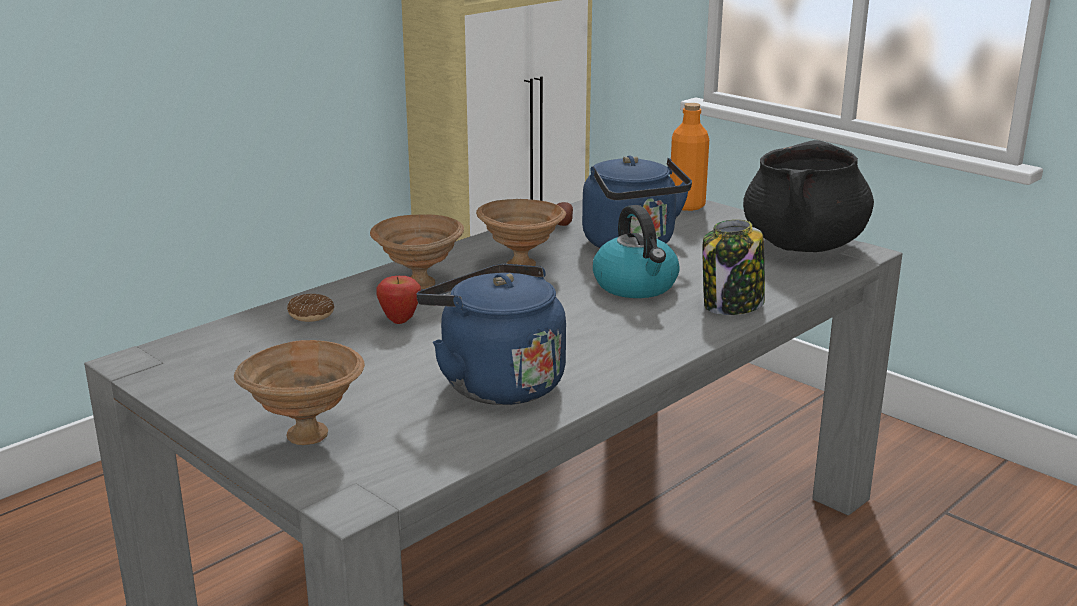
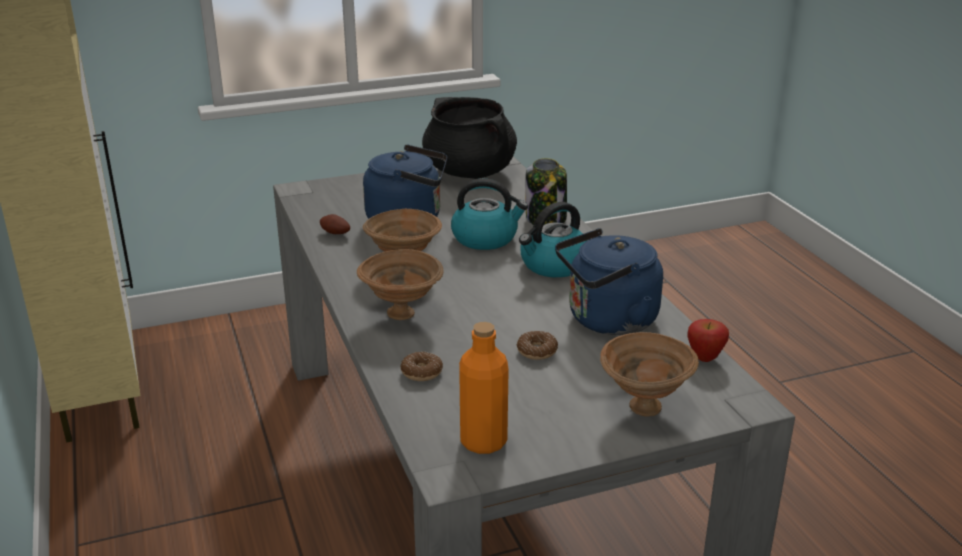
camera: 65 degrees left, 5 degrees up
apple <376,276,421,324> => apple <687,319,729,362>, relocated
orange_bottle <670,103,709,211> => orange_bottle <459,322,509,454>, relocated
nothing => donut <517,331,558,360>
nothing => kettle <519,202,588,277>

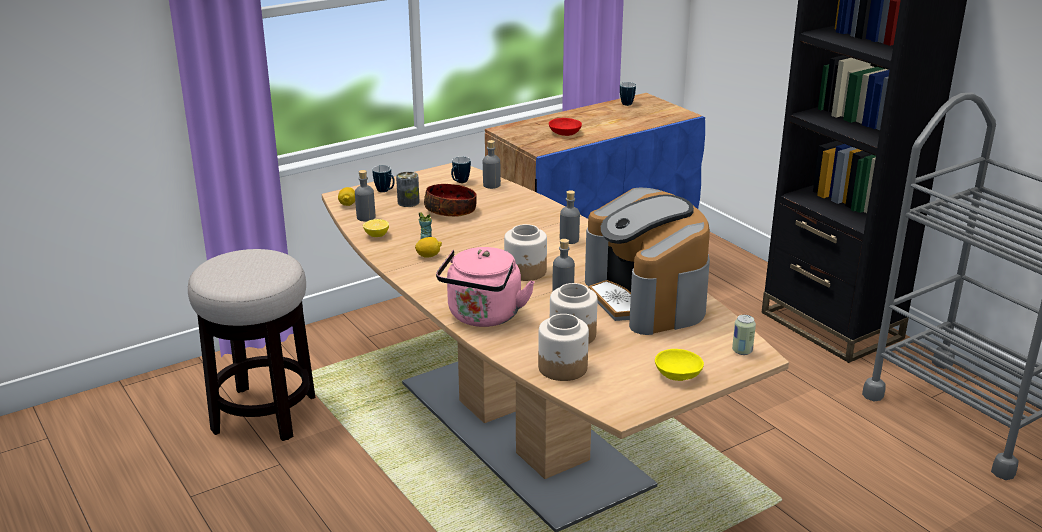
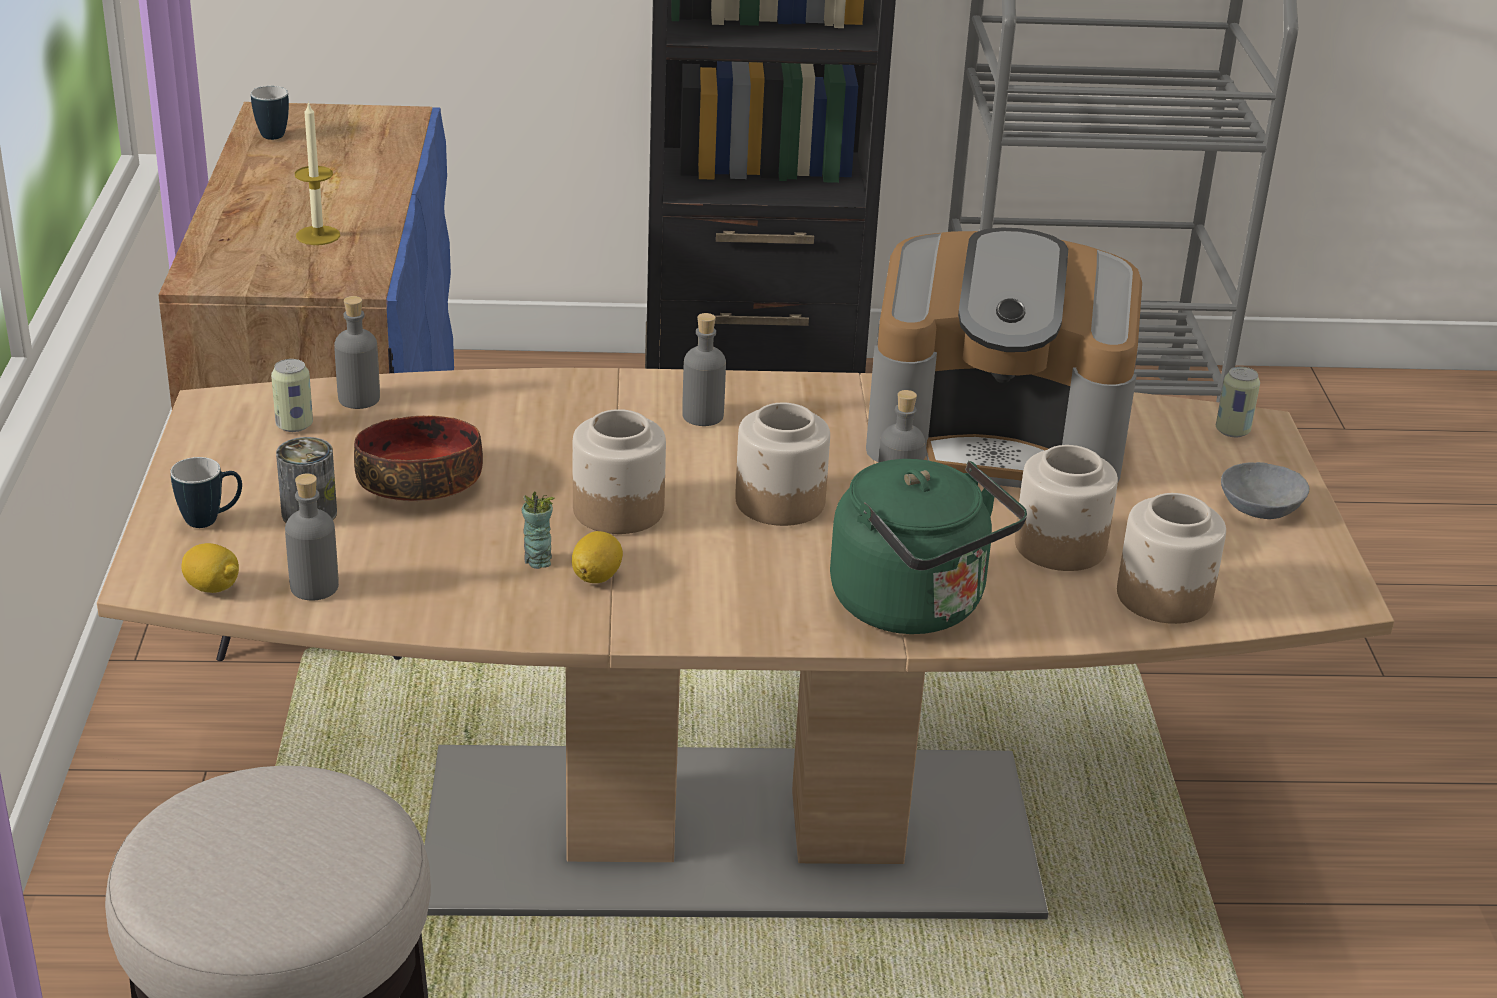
camera: 60 degrees left, 5 degrees up
lemon <363,219,389,237> => nothing
pink_kettle <436,247,535,327> => green_kettle <830,459,1027,634>
mug <451,157,471,183> => can <271,359,313,432>
red_bowl <549,118,582,136> => candle <295,101,340,245>
yellow_bowl <655,349,704,381> => grey_bowl <1221,462,1309,519>
nothing => jar <573,409,666,534>

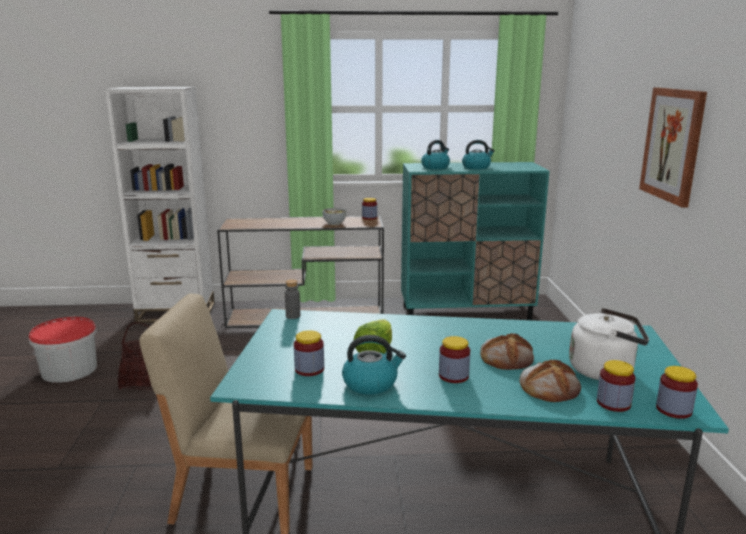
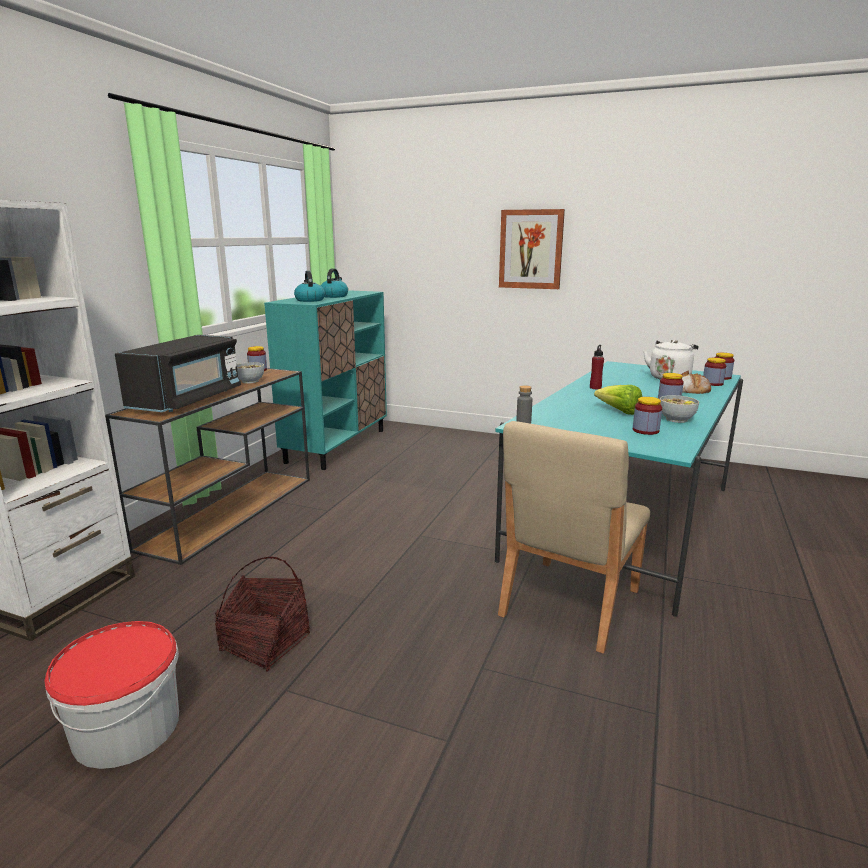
camera: 65 degrees left, 0 degrees up
kettle <342,335,406,395> => bowl <660,395,699,423>
bread <480,333,534,370> => nothing
nothing => black_microwave <115,335,241,412>
nothing => red_bottle <590,345,604,389>

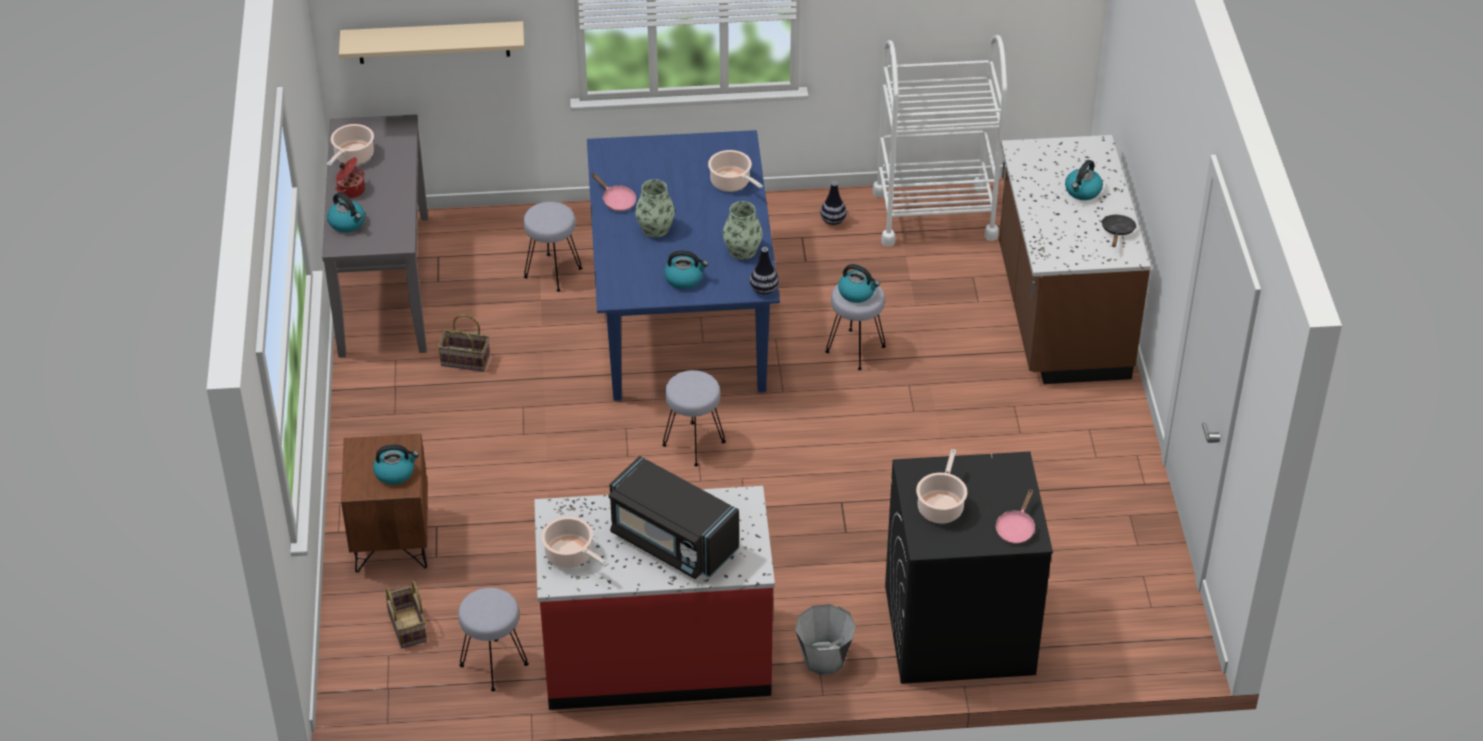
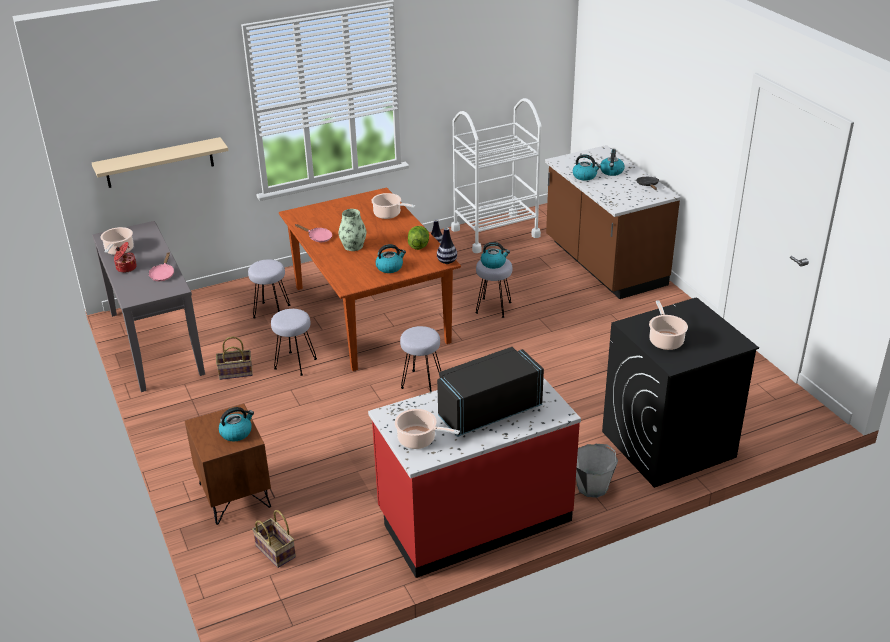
camera: 20 degrees left, 10 degrees down
kettle <327,192,365,232> => kettle <573,154,601,181>, relocated
grey_stool <458,588,529,691> => grey_stool <271,309,317,376>, relocated
blue_dining_table <587,130,780,401> => brown_dining_table <279,188,461,371>
black_microwave <609,456,739,579> => black_microwave <437,347,544,437>, 135 degrees clockwise
vase <723,201,763,260> => lettuce <408,226,429,250>
pink_frying_pan <996,489,1035,544> => pink_frying_pan <149,252,174,281>, relocated

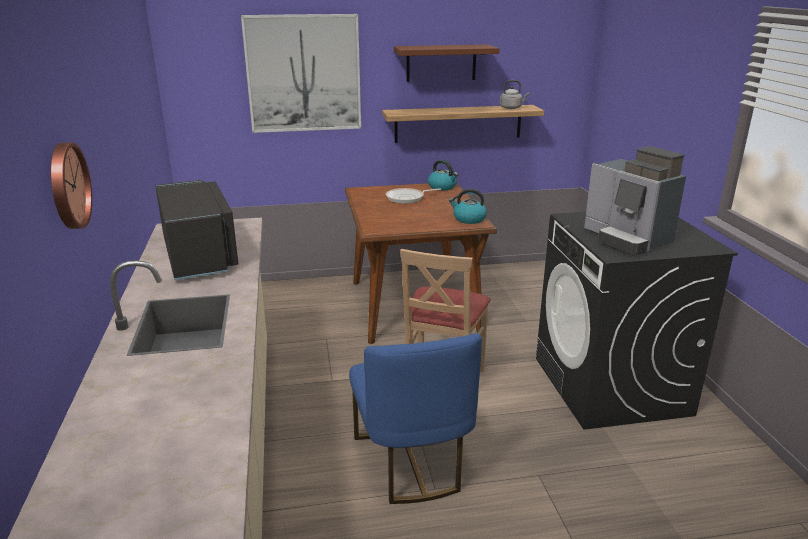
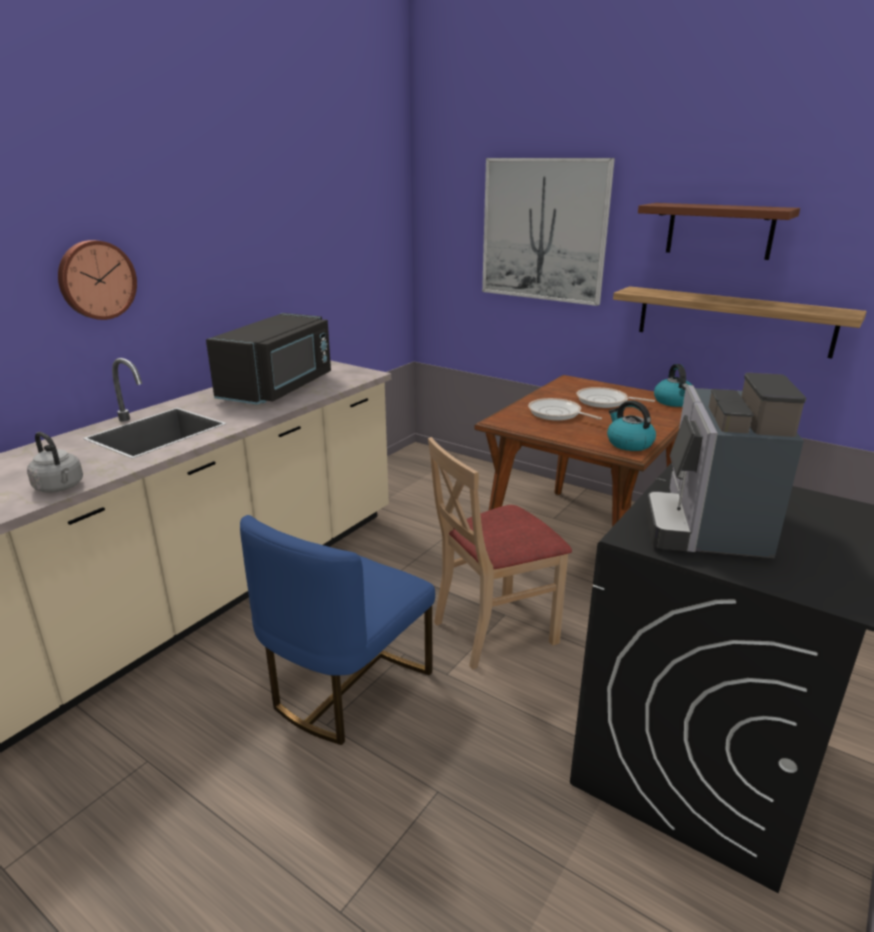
camera: 45 degrees right, 0 degrees up
grey_kettle <500,80,529,109> => grey_kettle <27,432,83,493>, relocated
nothing => frying_pan <528,398,602,421>

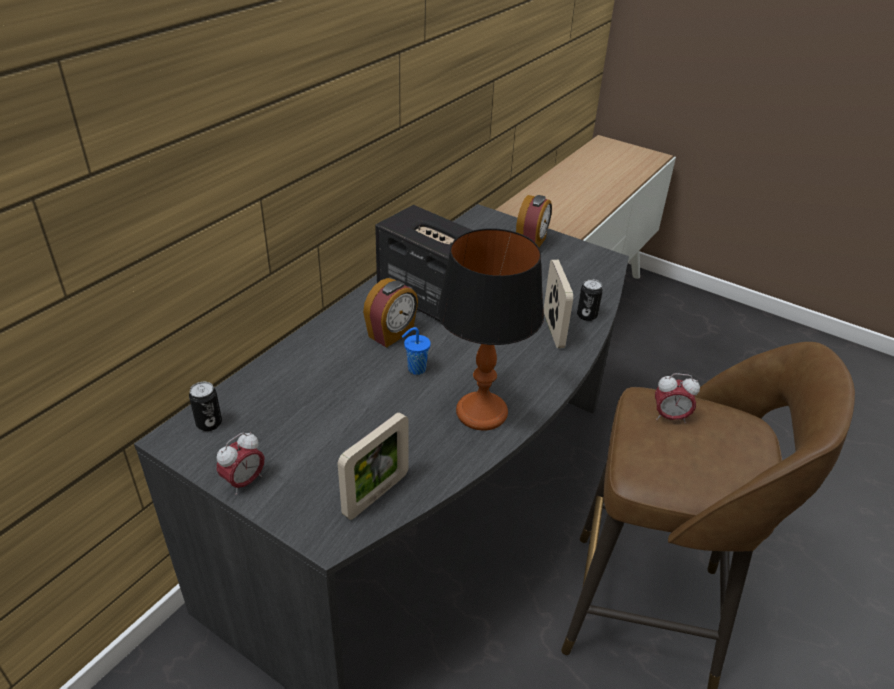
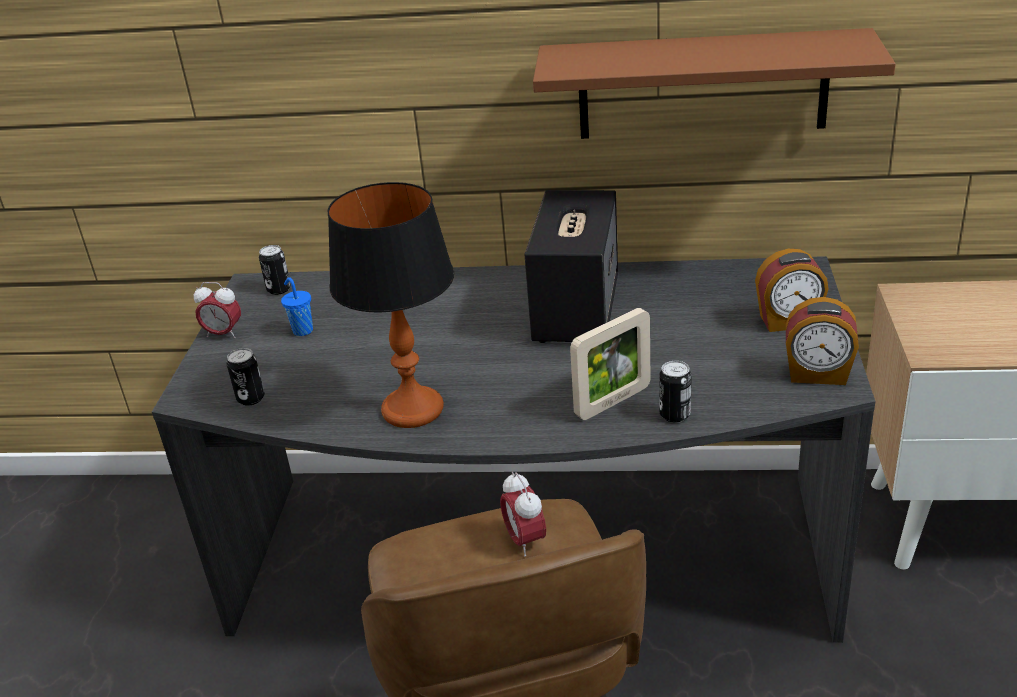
camera: 65 degrees right, 5 degrees down
picture_frame <338,412,408,520> => can <226,348,265,406>
alarm_clock <363,278,418,348> => alarm_clock <786,297,859,385>, relocated
blue_cup <401,327,431,375> => blue_cup <281,277,313,336>, relocated
nothing => brown_shelf <533,28,896,139>

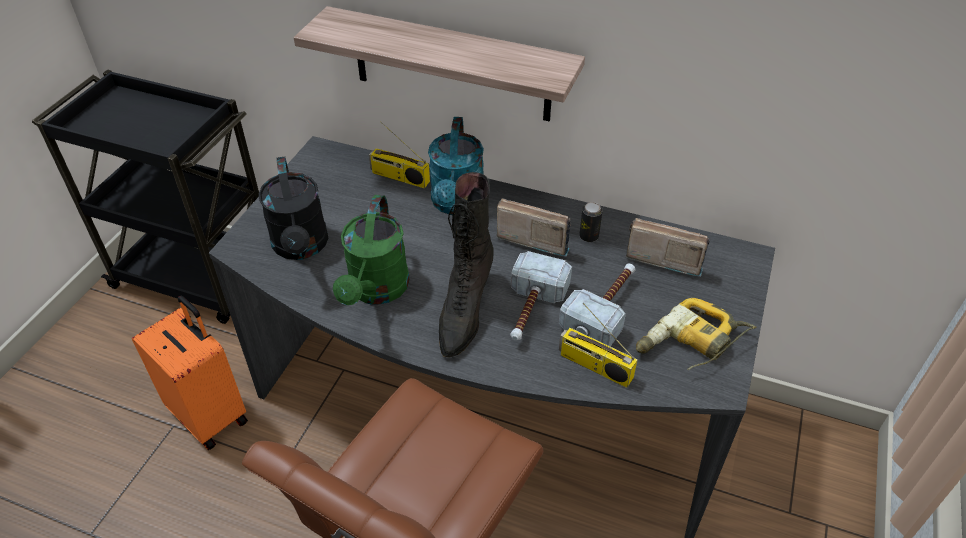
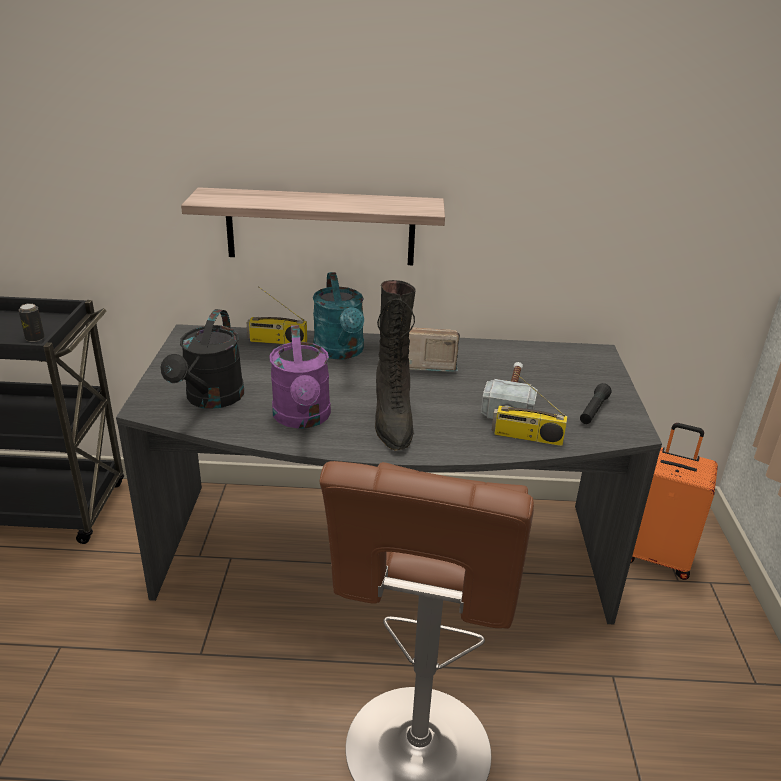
camera: 20 degrees left, 15 degrees down
orange_suitcase <132,296,248,450> => orange_suitcase <631,423,718,580>, relocated
black_watering_can <259,156,328,260> => black_watering_can <161,309,244,409>, 45 degrees clockwise
green_watering_can <333,195,410,305> => purple_watering_can <269,325,331,429>
hammer <510,251,572,340> => nothing
can <579,202,603,242> => can <18,303,44,342>, relocated
radio <626,218,710,277> => nothing
power_drill <636,298,757,370> => black_flashlight <580,383,611,424>

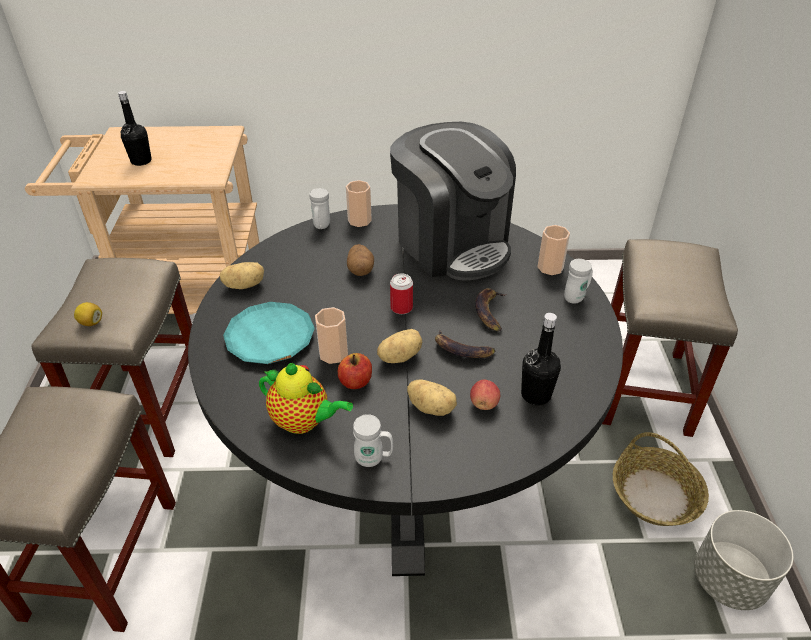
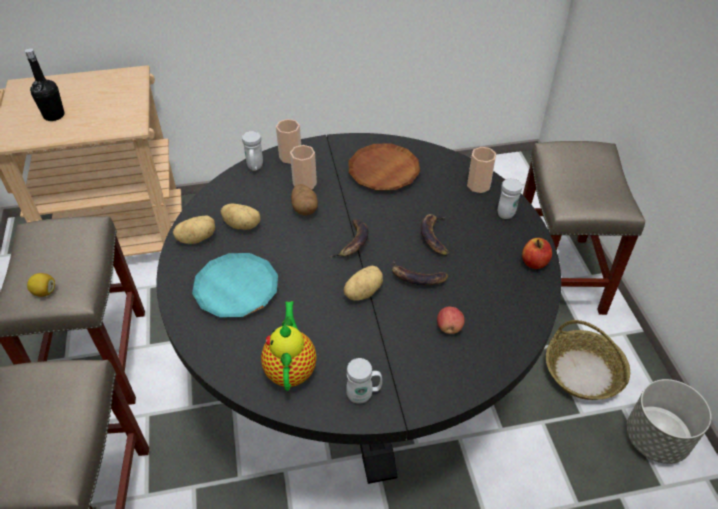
camera: 10 degrees left, 5 degrees up
teapot <259,363,353,434> => teapot <261,301,317,391>, 105 degrees counterclockwise
cup <315,307,348,364> => cup <290,145,317,189>, relocated
apple <338,353,372,389> => apple <522,238,552,269>, relocated
coffee_machine <390,122,516,281> => brown_plate <349,143,420,191>
can <390,273,413,314> => banana <329,219,369,258>
potato <407,380,457,416> => potato <221,204,260,230>, relocated
black_bottle <521,313,561,405> => nothing

